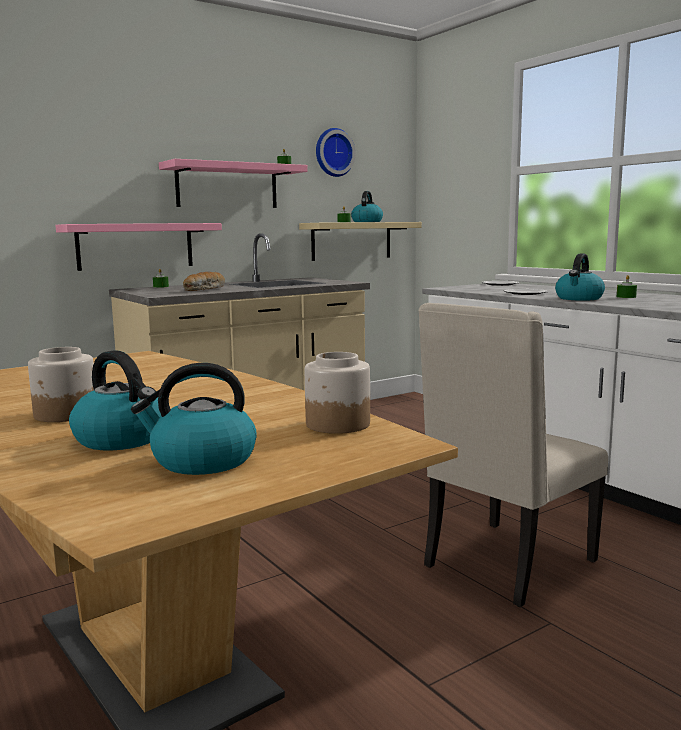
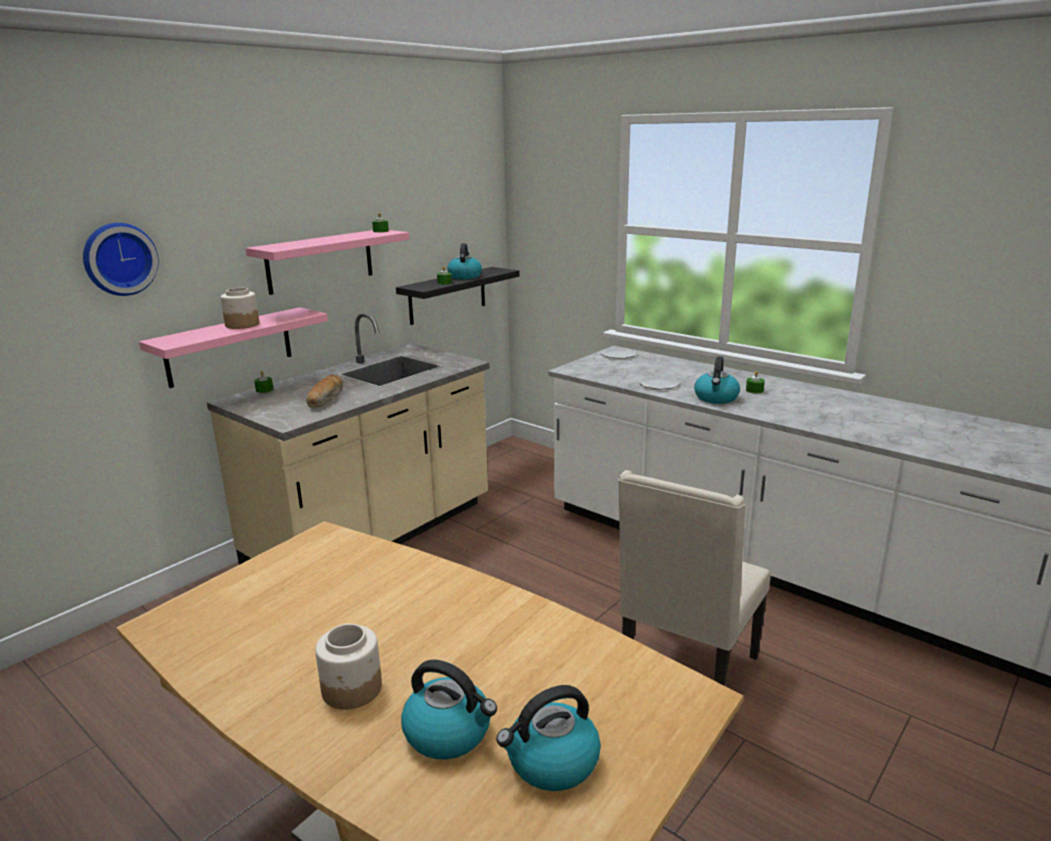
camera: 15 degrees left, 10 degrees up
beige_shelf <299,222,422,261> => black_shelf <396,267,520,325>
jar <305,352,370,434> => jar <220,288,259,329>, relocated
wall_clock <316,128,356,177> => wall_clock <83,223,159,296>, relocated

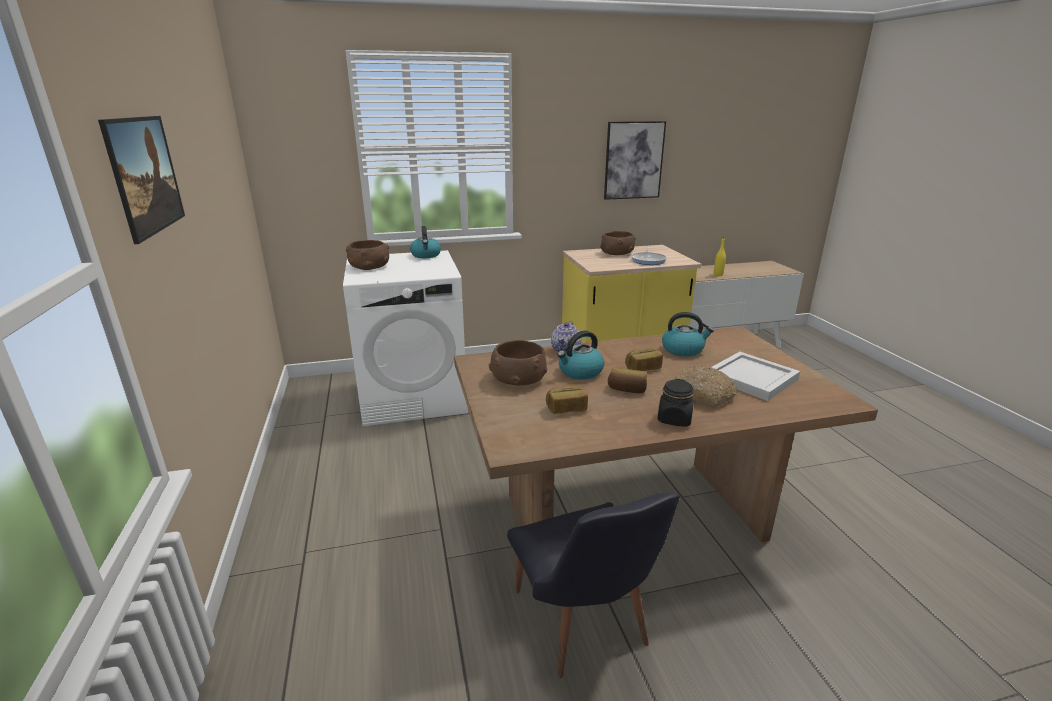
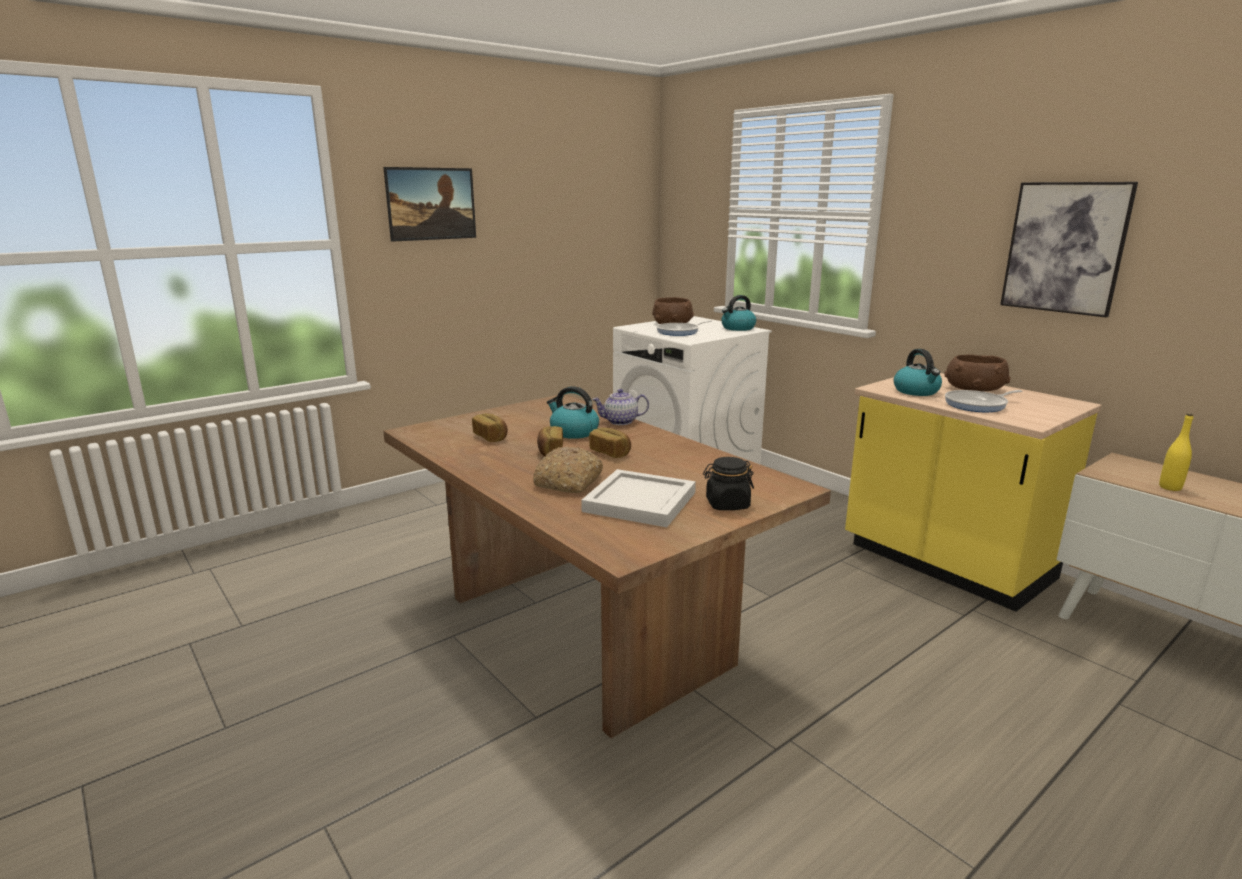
camera: 65 degrees right, 5 degrees down
brown_bowl <489,340,547,385> => nothing
black_chair <507,492,680,678> => nothing
black_jar <658,379,694,427> => black_jar <703,457,754,510>, relocated
kettle <662,312,714,357> => kettle <894,349,942,396>, relocated
nothing => frying_pan <656,321,712,336>

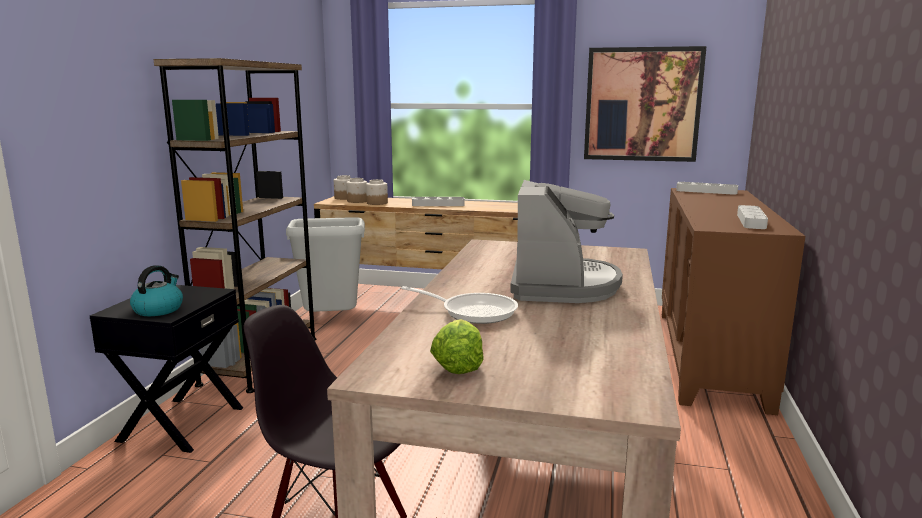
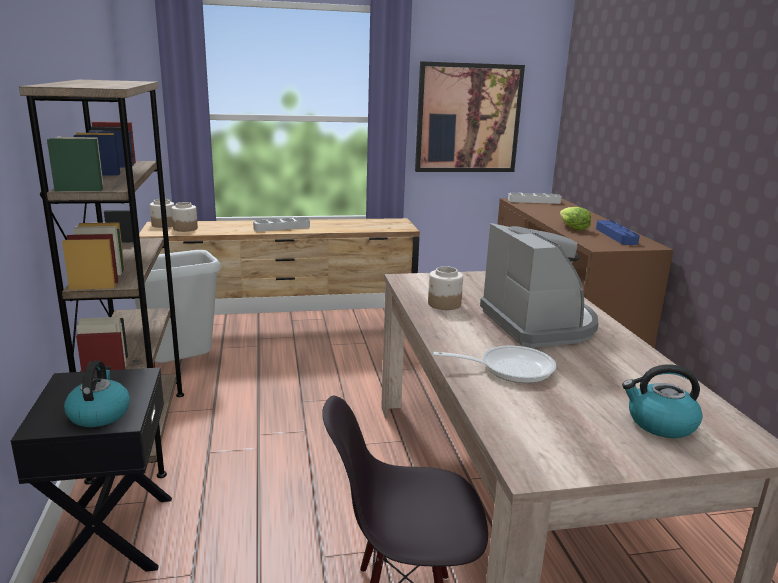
camera: 25 degrees left, 5 degrees up
jar <366,179,388,205> => jar <428,266,463,310>, relocated
lettuce <430,319,484,374> => lettuce <560,207,591,231>, relocated
grey_tray <737,205,768,229> => blue_tray <596,220,640,245>
nothing => kettle <622,364,703,438>

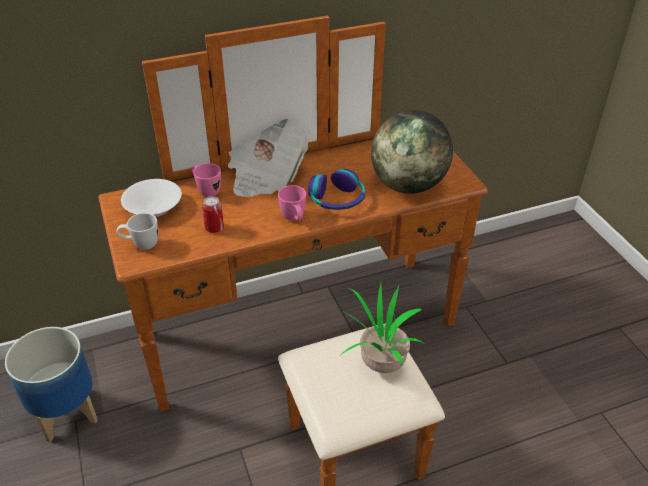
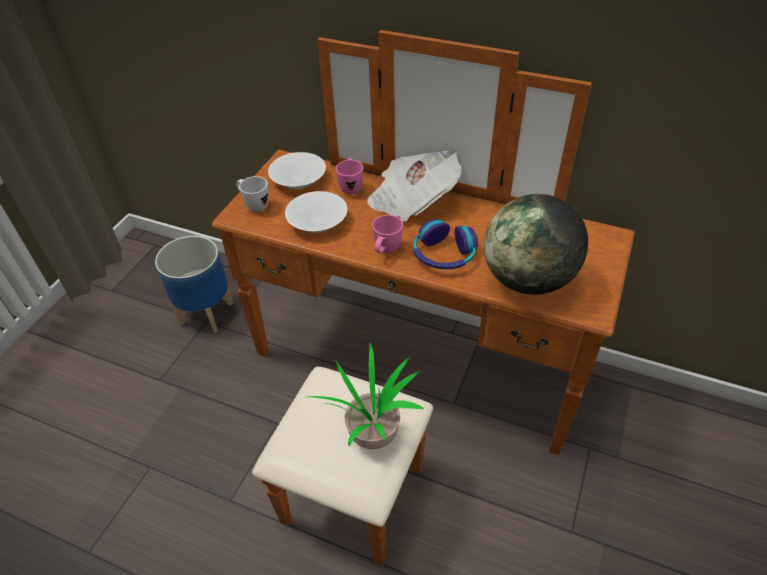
camera: 45 degrees right, 5 degrees up
can <202,196,224,233> => white_bowl <285,191,348,233>

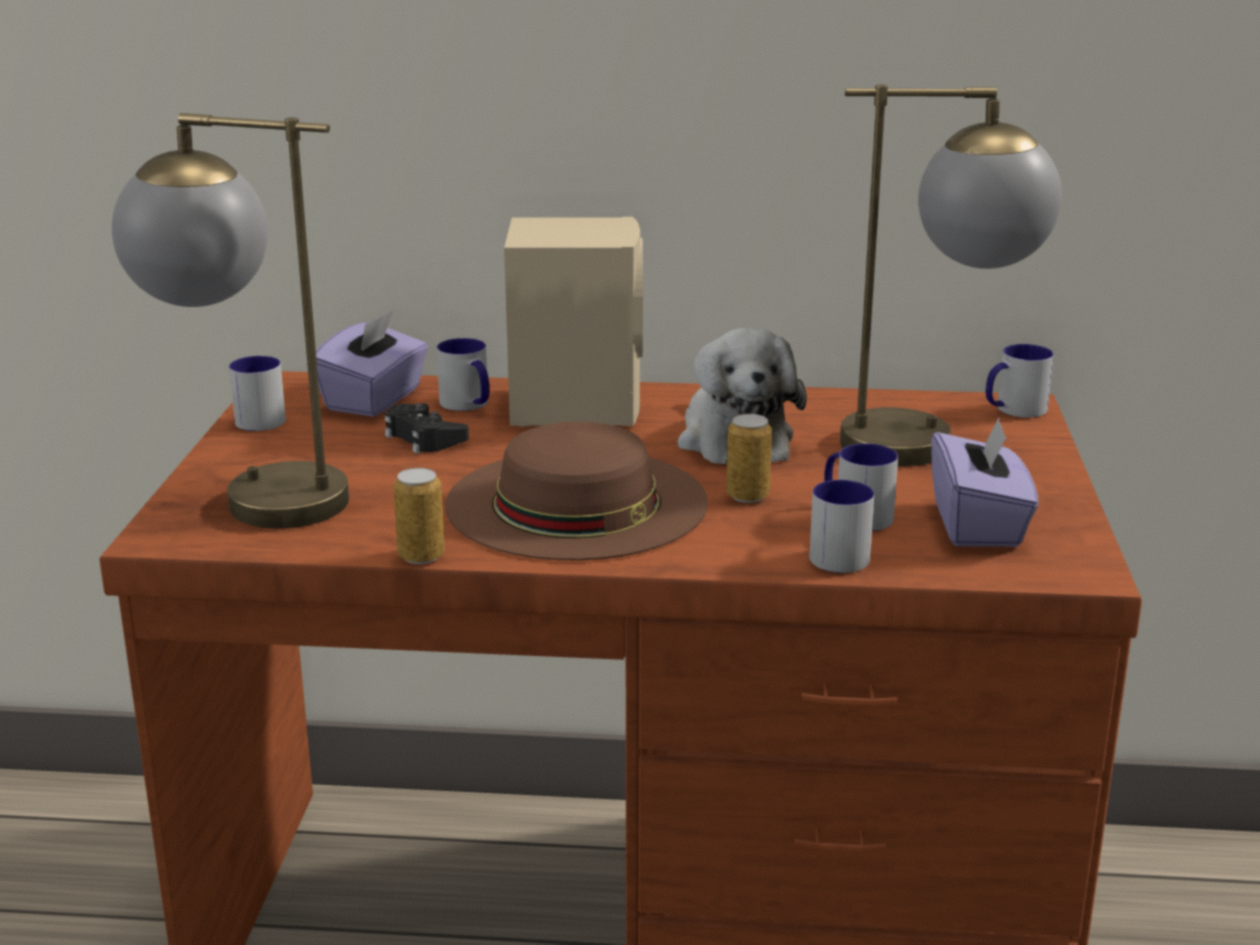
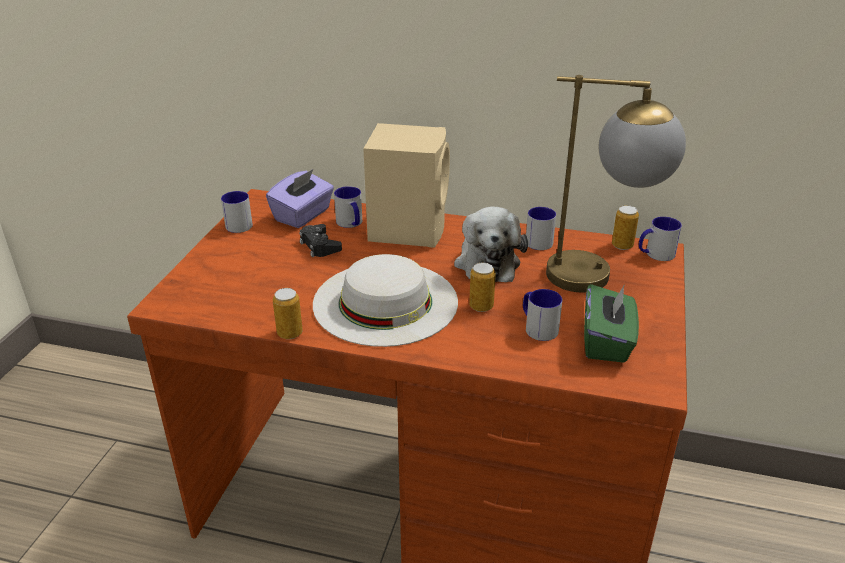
camera: 10 degrees right, 10 degrees up
table_lamp <112,113,349,528> => nothing
brown_hat <445,421,708,560> => white_hat <313,254,458,347>
mug <809,480,874,573> => mug <526,207,556,250>, relocated
purple_tissue_box <931,417,1038,547> => green_tissue_box <584,284,639,363>
nothing => can <612,205,639,250>

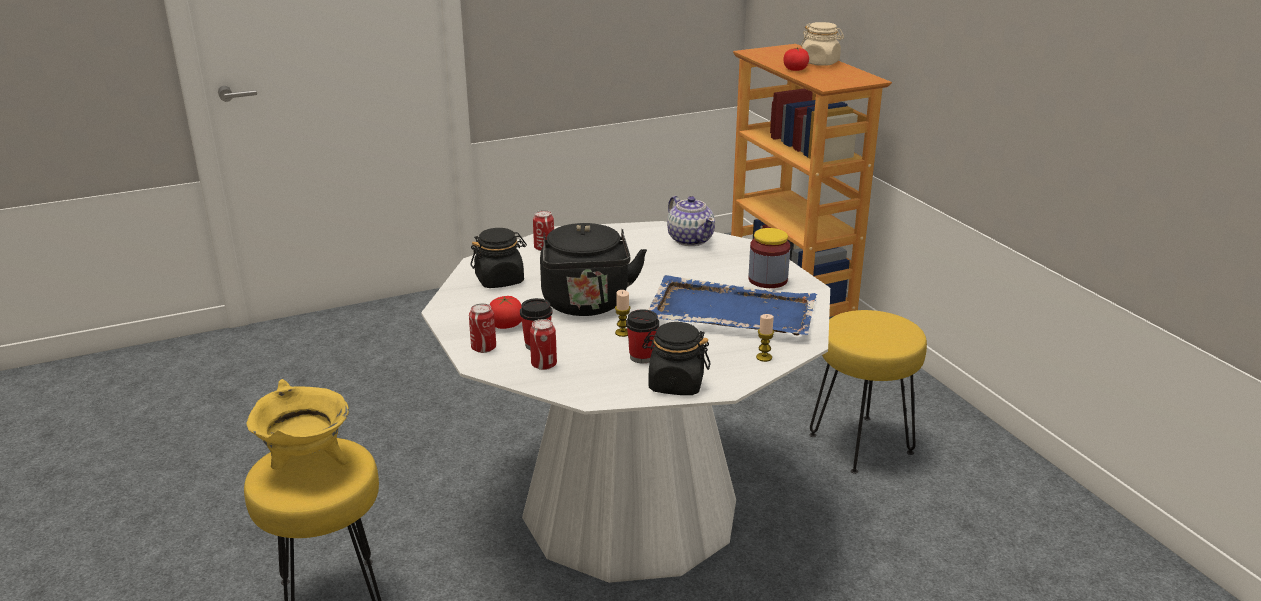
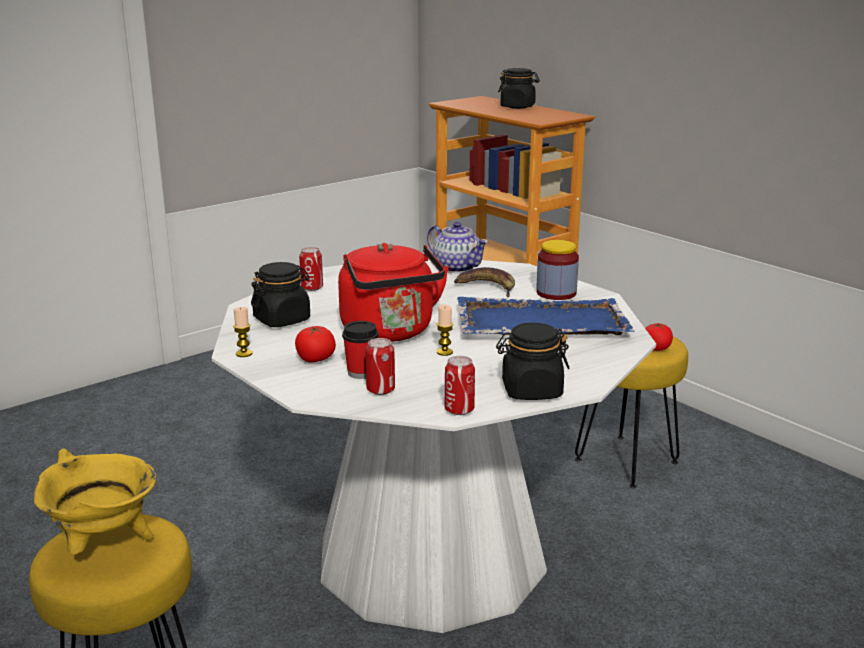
camera: 15 degrees left, 5 degrees down
can <469,303,496,353> => can <445,356,475,415>, relocated
black_kettle <540,223,647,316> => red_kettle <338,243,449,342>
cup <626,309,659,363> => nothing
candle <756,314,774,362> => candle <233,307,253,357>, relocated
tomato <783,47,809,71> => tomato <645,323,673,351>, relocated
beige_jar <801,22,844,66> => black_jar <498,68,540,109>
nothing => banana <454,267,515,297>

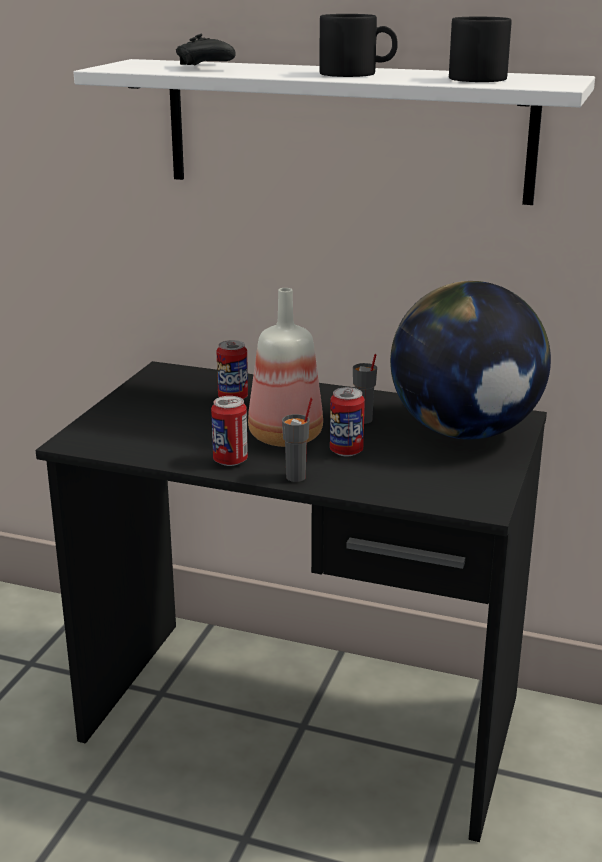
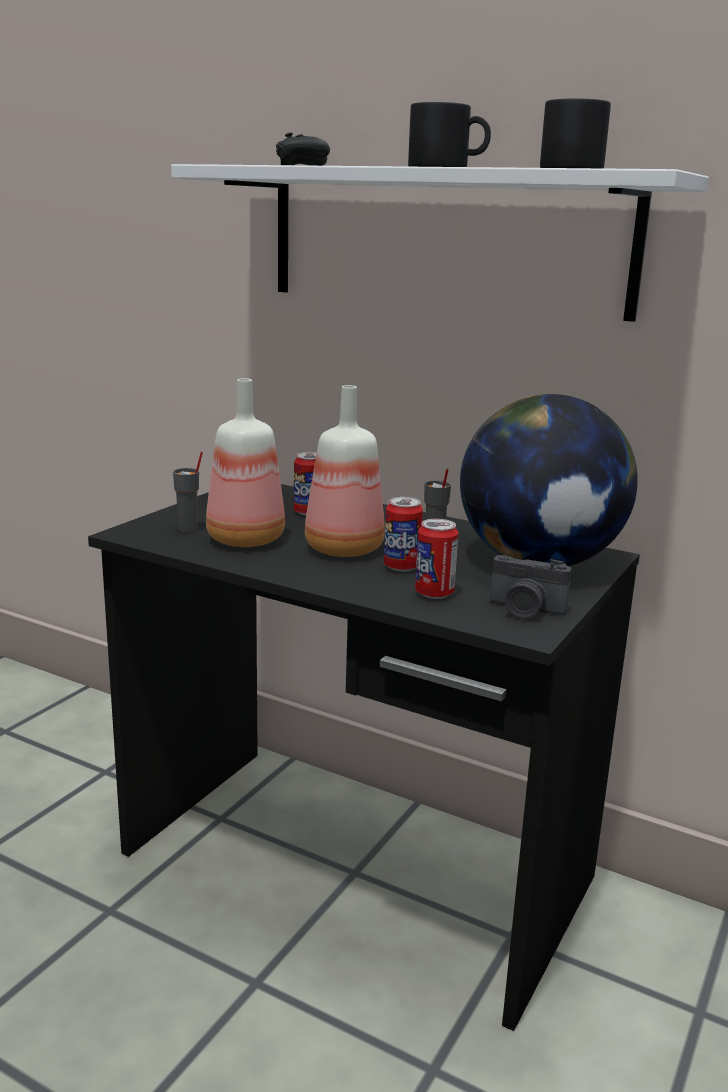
camera: 10 degrees right, 5 degrees down
can <211,396,248,466> => can <415,519,458,599>, relocated
grey_cup <282,398,313,482> => grey_cup <173,452,203,532>, relocated
nothing => bottle <206,378,285,547>
nothing => photo_camera <490,555,572,619>

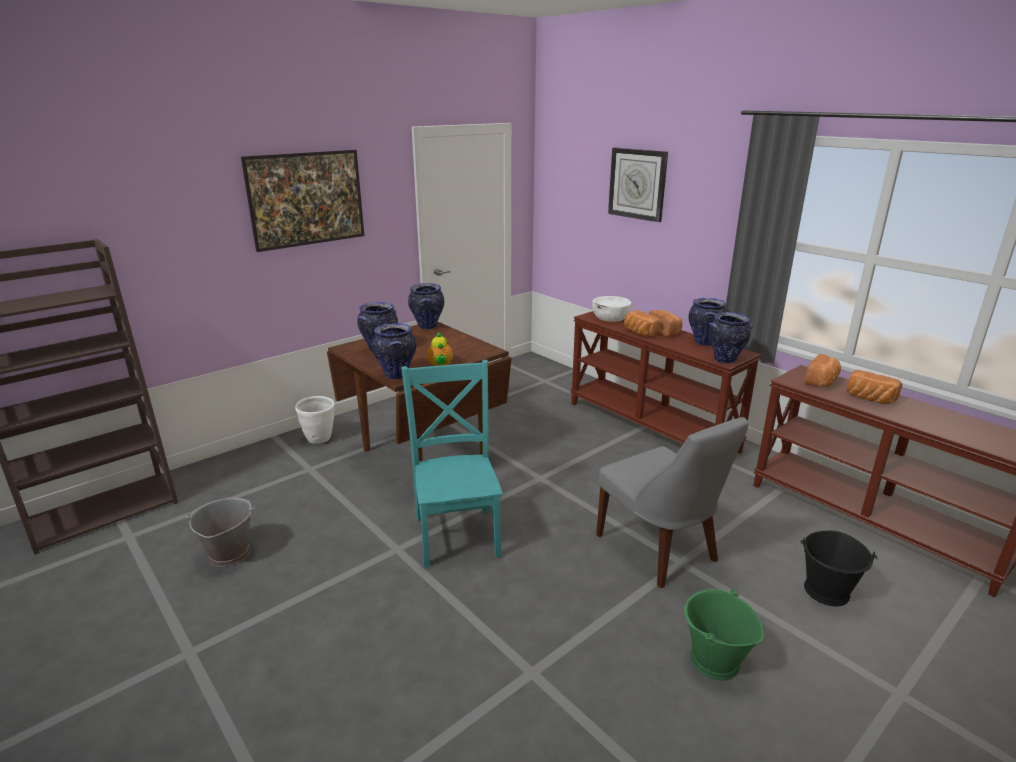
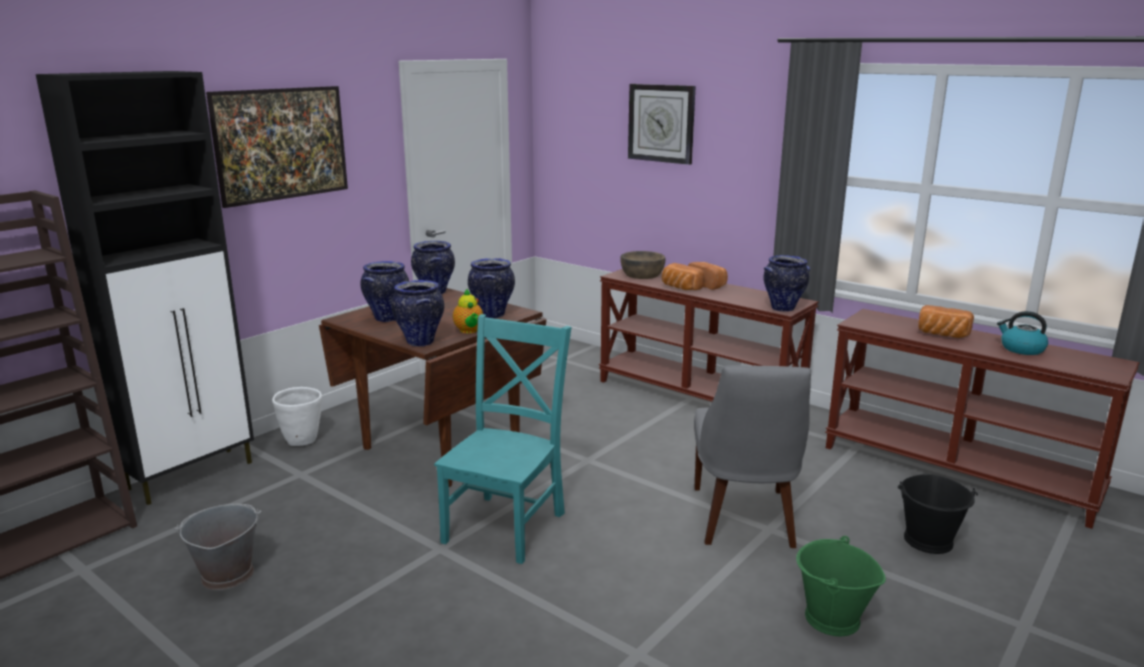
camera: 10 degrees left, 5 degrees down
turquoise_chair <401,360,503,568> => turquoise_chair <434,314,571,564>, 45 degrees clockwise
white_bowl <592,296,631,322> => brown_bowl <620,251,665,279>
grey_chair <596,417,749,588> => grey_chair <694,365,811,548>, 45 degrees clockwise
vase <689,298,727,346> => vase <468,258,515,318>, relocated
bread <805,354,841,387> => nothing
nothing => black_cabinet <36,71,254,505>
nothing => kettle <997,311,1048,355>

